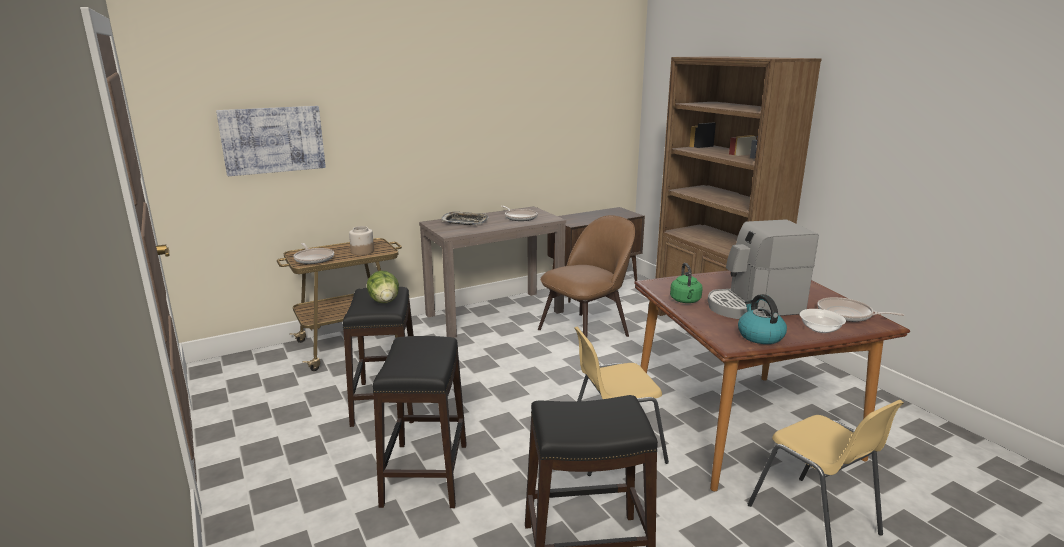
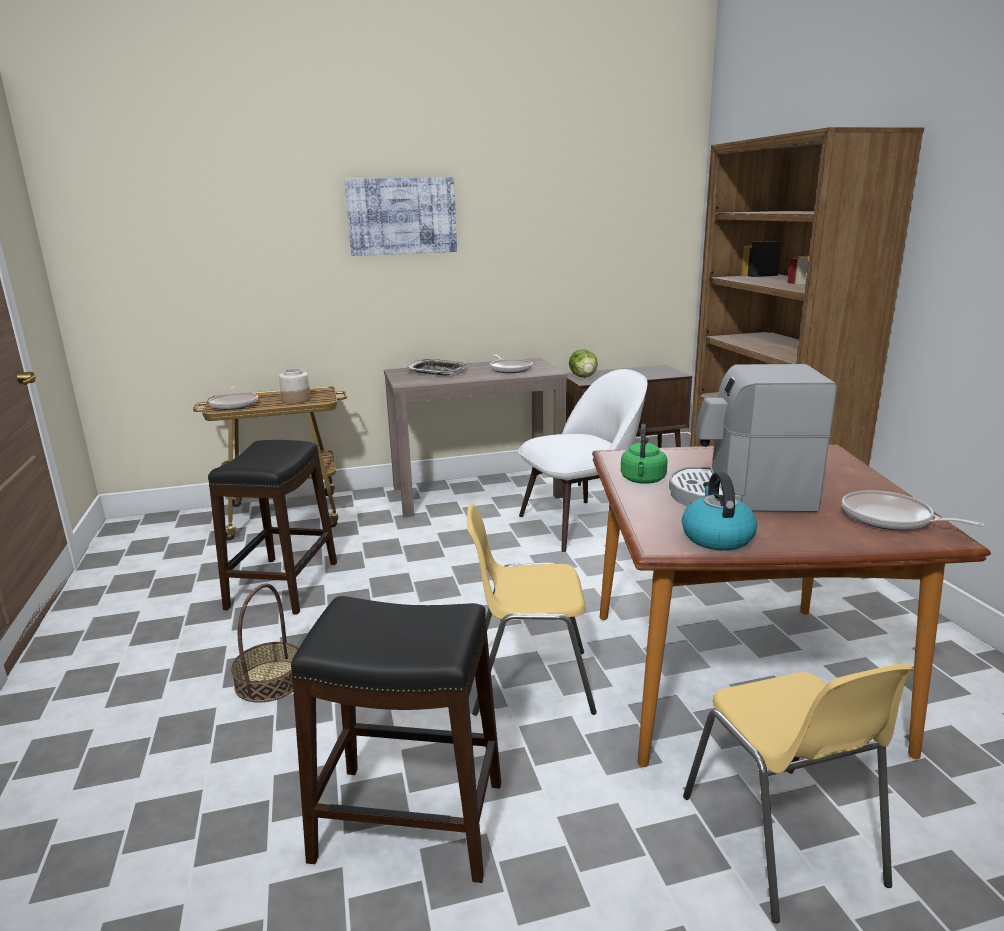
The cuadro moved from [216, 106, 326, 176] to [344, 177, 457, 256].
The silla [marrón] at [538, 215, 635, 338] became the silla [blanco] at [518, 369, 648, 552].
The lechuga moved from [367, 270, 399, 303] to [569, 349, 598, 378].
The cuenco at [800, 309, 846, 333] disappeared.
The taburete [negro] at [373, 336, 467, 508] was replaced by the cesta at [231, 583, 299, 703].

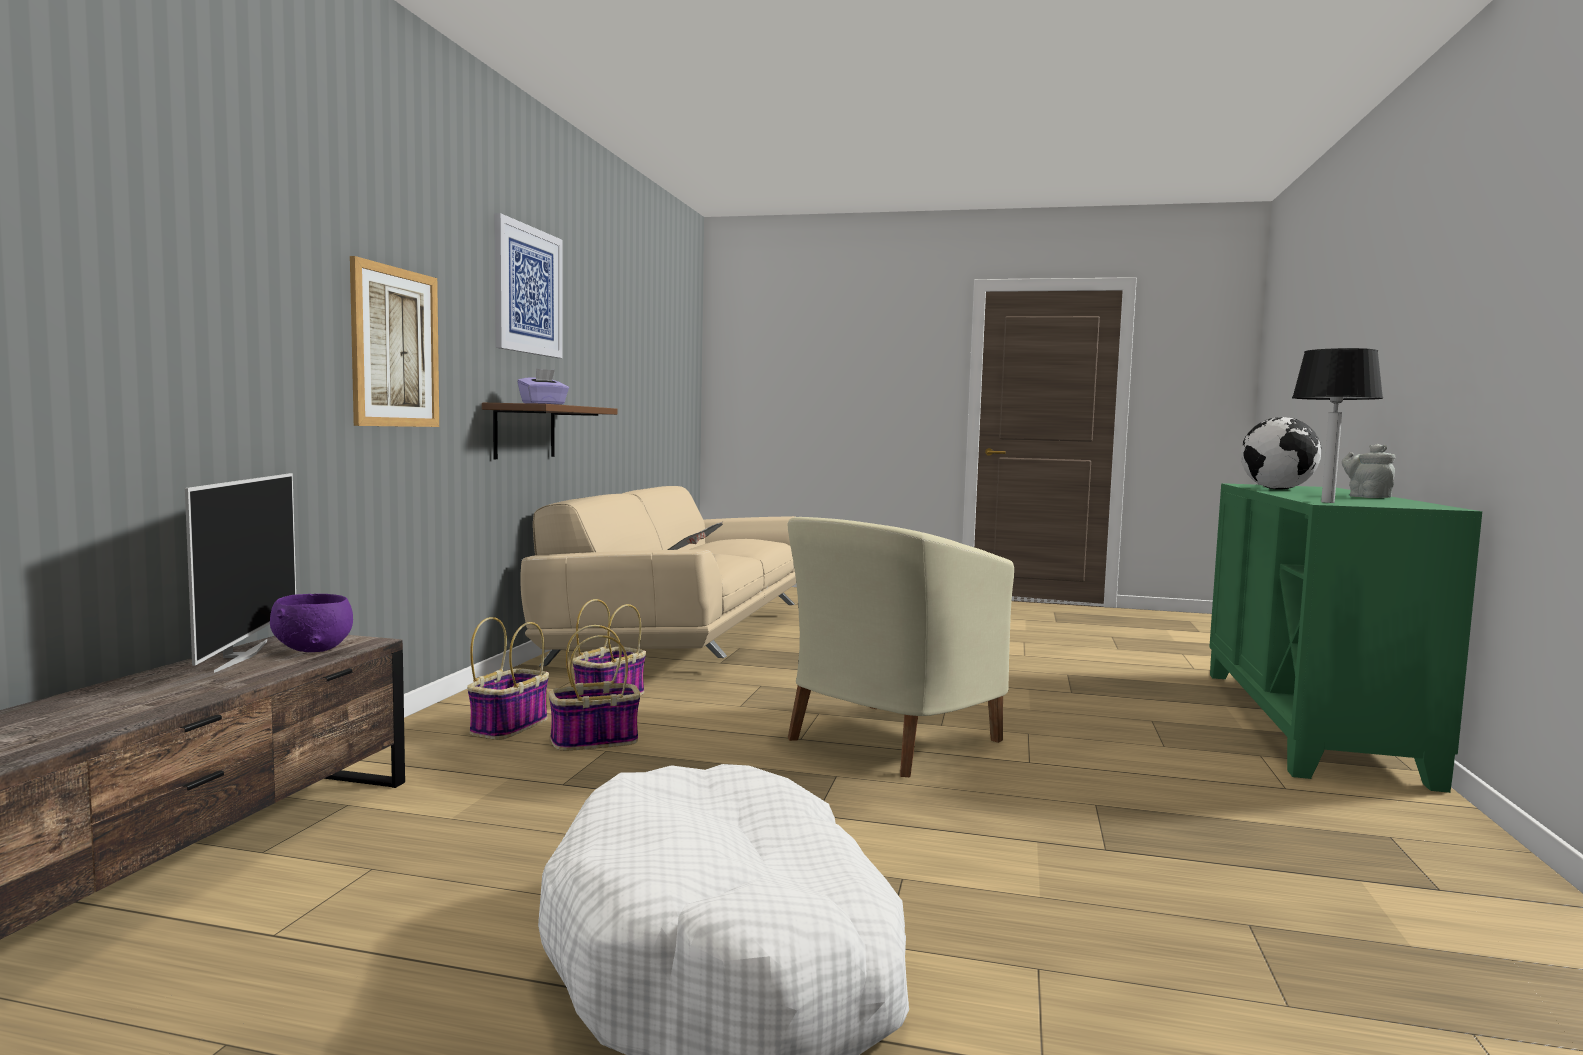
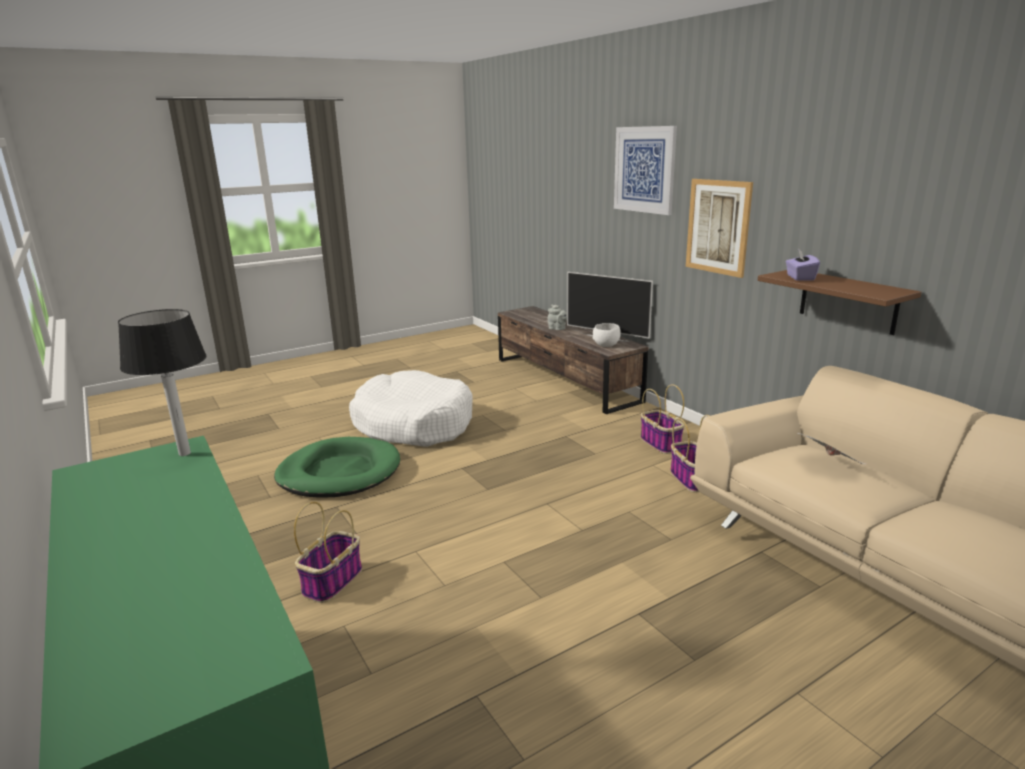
The cuadro moved from [495, 213, 563, 358] to [614, 126, 677, 215].
The globo terráqueo at [1241, 417, 1321, 490] disappeared.
The tetera [gris] moved from [1342, 444, 1395, 498] to [548, 305, 567, 330].
The sillón [beis] at [788, 517, 1014, 777] disappeared.
The cuenco [morado] at [270, 594, 353, 652] became the cuenco [blanco] at [592, 323, 621, 347].
The cesta moved from [548, 625, 641, 751] to [294, 502, 362, 603].
The cama para perro [verde] at [274, 437, 400, 498] appeared.

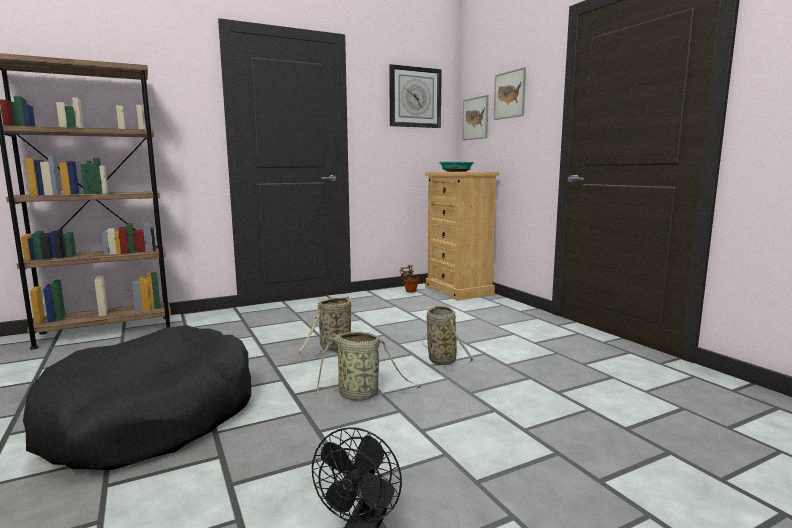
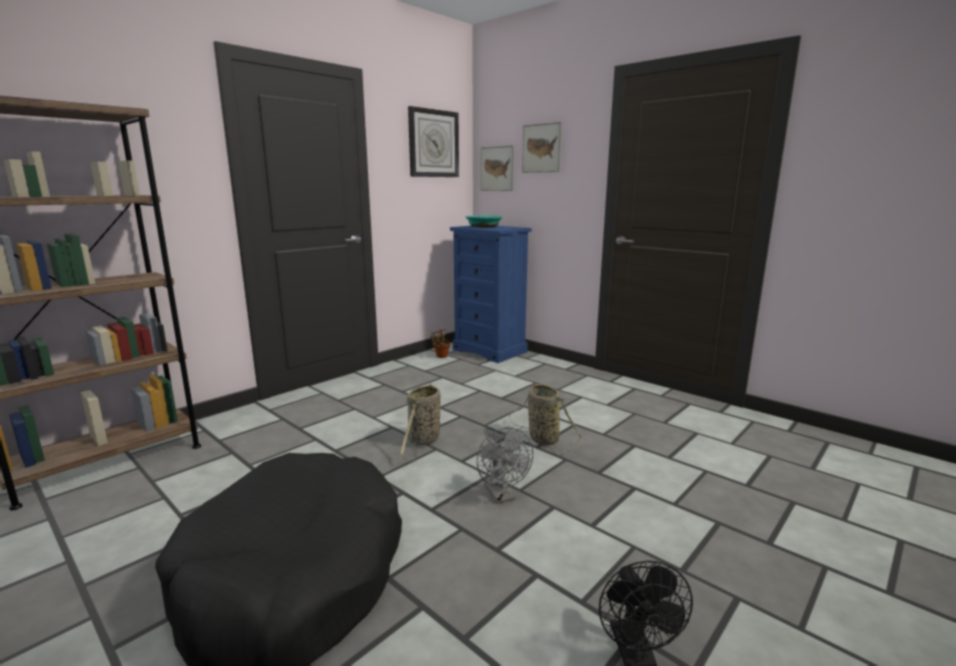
The cómoda [beis] at [425, 172, 499, 301] became the cómoda [azul] at [450, 226, 531, 363].
The cesta at [315, 331, 421, 401] was replaced by the ventilador [gris] at [477, 427, 533, 504].

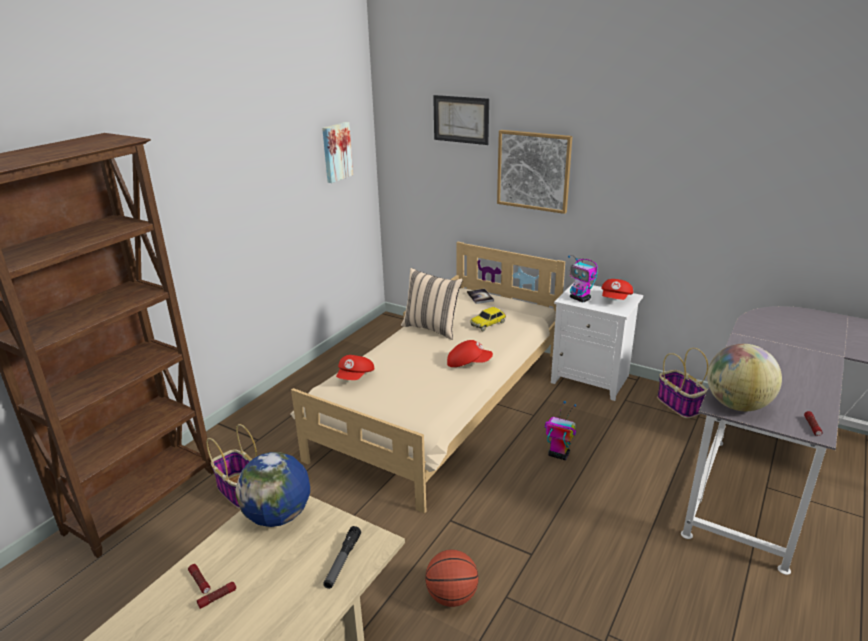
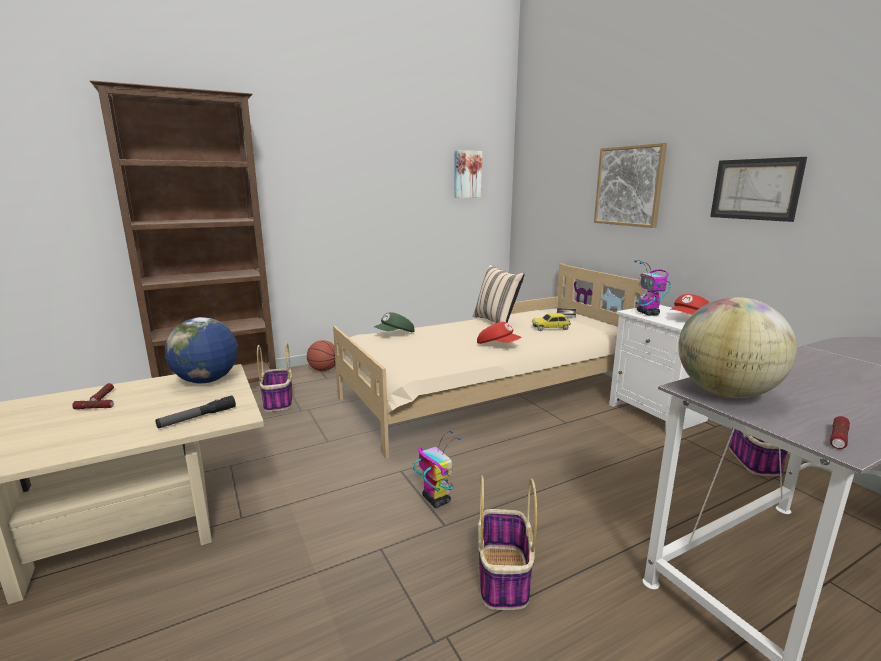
The cuadro moved from [433, 95, 489, 145] to [710, 157, 807, 222].
The gorra [rojo] at [336, 355, 375, 380] became the gorra [verde] at [374, 312, 414, 332].
The robot de juguete moved from [545, 401, 576, 460] to [413, 430, 461, 508].
The balón de baloncesto moved from [425, 550, 478, 607] to [307, 340, 336, 371].
The cesta at [478, 476, 537, 610] appeared.

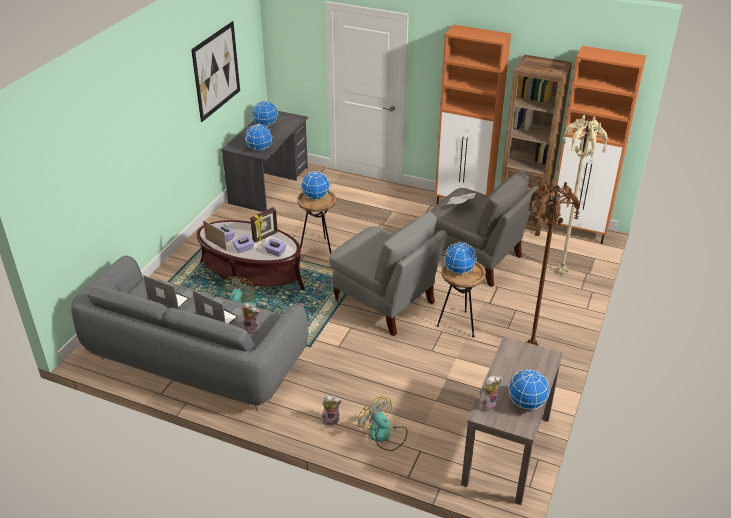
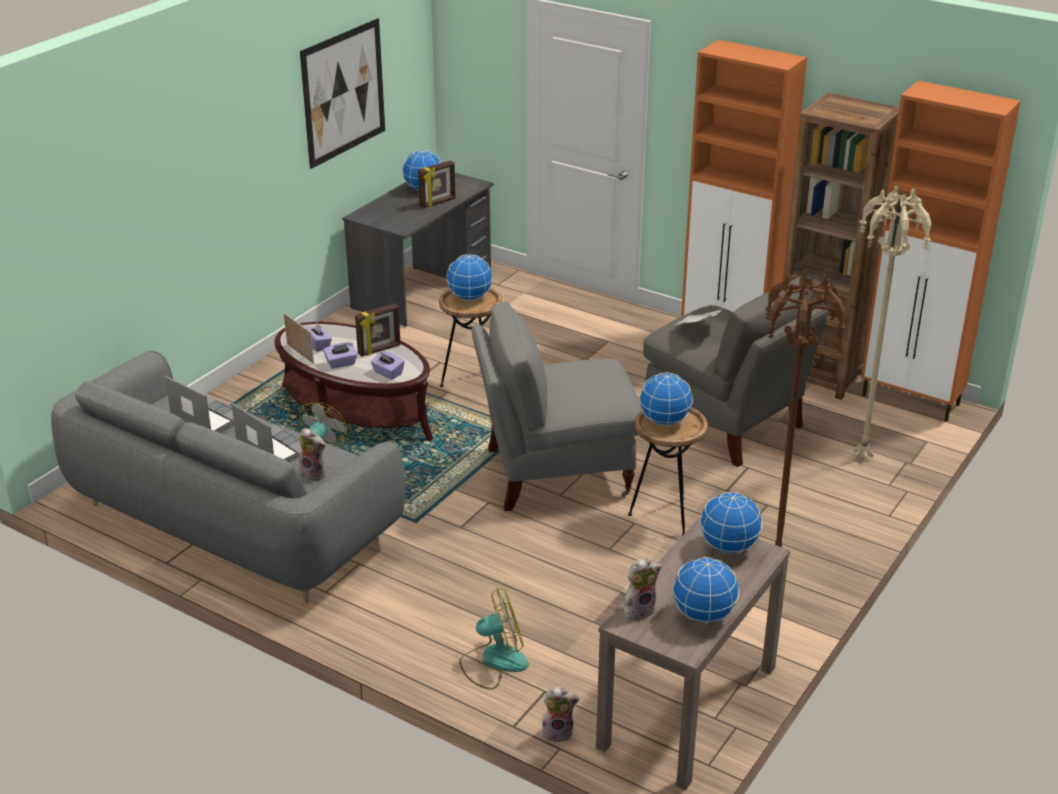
The globo terráqueo moved from [245, 124, 272, 151] to [700, 492, 763, 554].
The sillón [gris] at [329, 211, 447, 336] turned 120 degrees clockwise.
The peluche moved from [322, 395, 342, 426] to [541, 687, 579, 742].
The ventilador at [358, 397, 407, 451] turned 105 degrees clockwise.
The portarretratos at [418, 160, 456, 208] appeared.

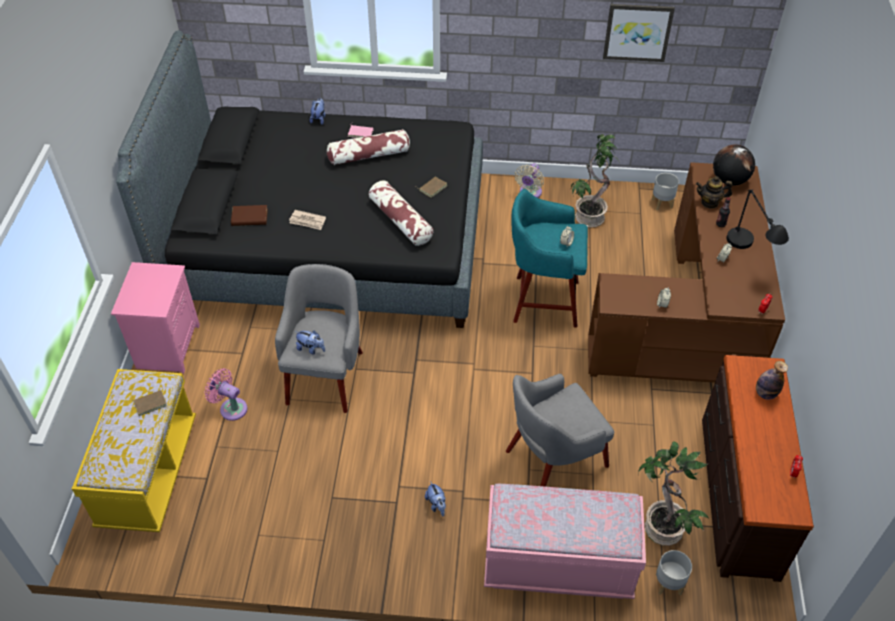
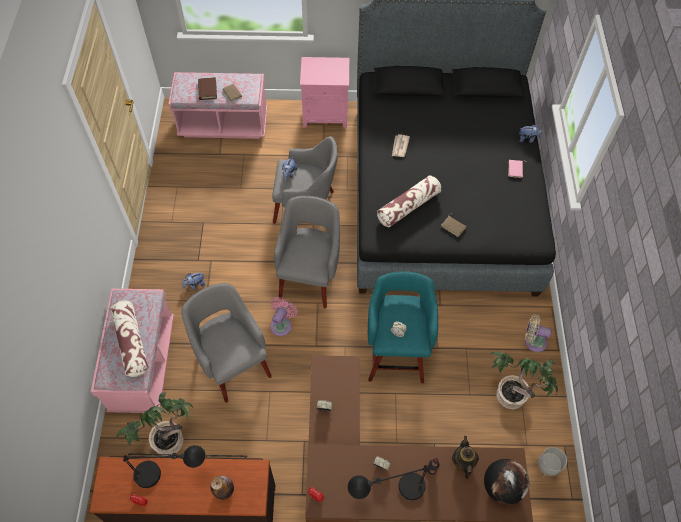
The cuadro at [603, 4, 675, 62] disappeared.
The cojín moved from [327, 129, 410, 165] to [110, 301, 149, 377].
The libro [marrón] moved from [231, 205, 268, 226] to [198, 77, 217, 100].
The ventilador [rosa] moved from [205, 368, 248, 421] to [270, 297, 298, 336].
The banco [amarillo] at [72, 369, 196, 532] became the banco [rosa] at [169, 72, 267, 139].
The maceta [gris] at [656, 550, 692, 595] disappeared.
The sillón [gris] at [274, 196, 340, 308] appeared.
The lámpara de mesa [negro] at [123, 445, 205, 488] appeared.

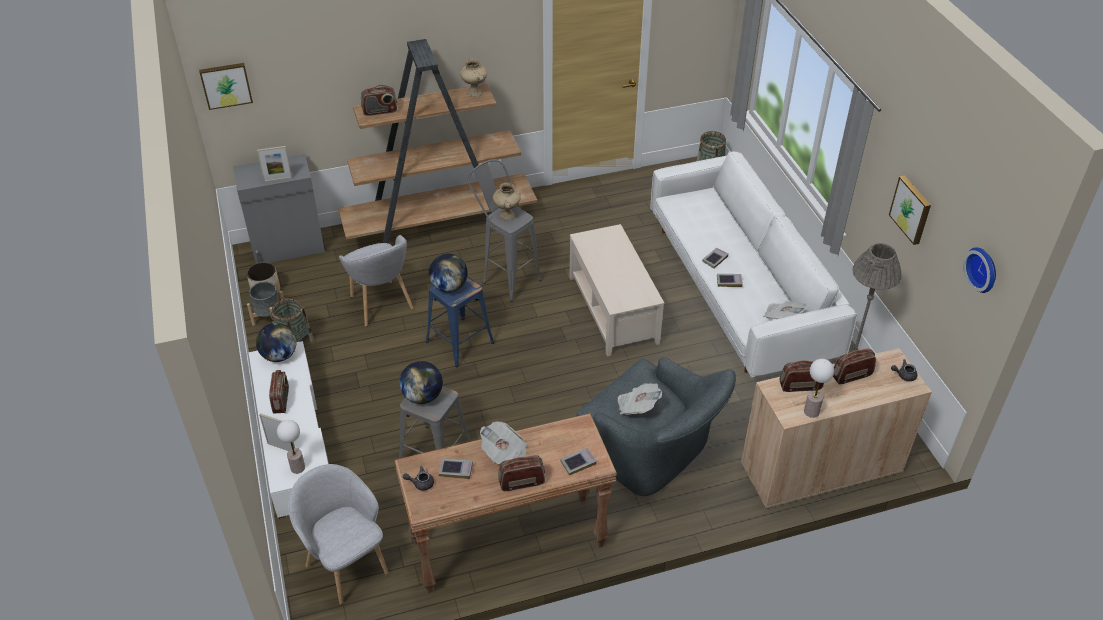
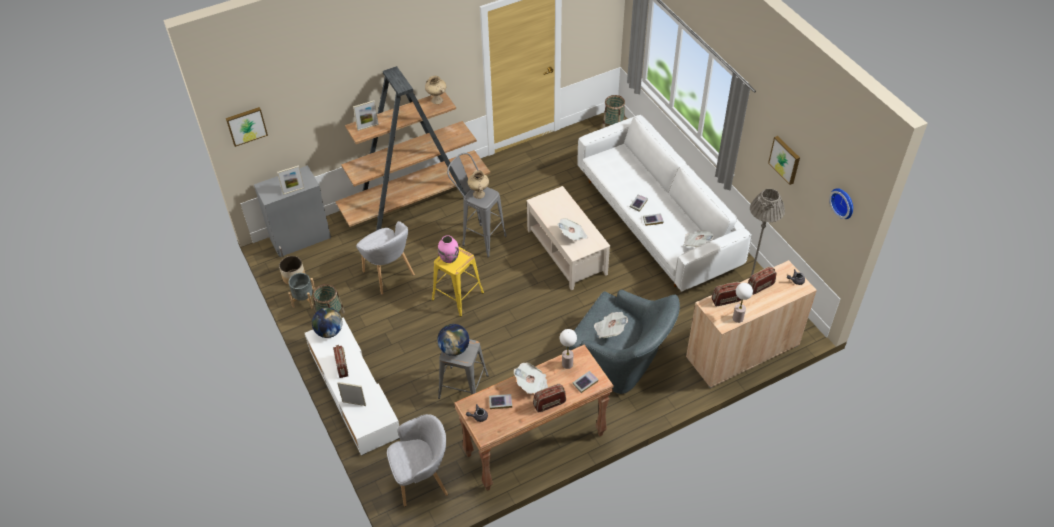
The radio at [361, 85, 397, 116] was replaced by the portarretratos at [353, 100, 379, 131].
The globo terráqueo at [429, 254, 468, 292] was replaced by the florero [rosa] at [438, 235, 459, 263].
The taburete [azul] at [426, 276, 494, 367] became the taburete [amarillo] at [432, 246, 484, 317].
The lámpara de mesa moved from [277, 420, 305, 474] to [560, 329, 577, 369].
The sillón [gris] at [288, 464, 389, 605] turned 120 degrees clockwise.
The periódico at [557, 218, 588, 241] appeared.

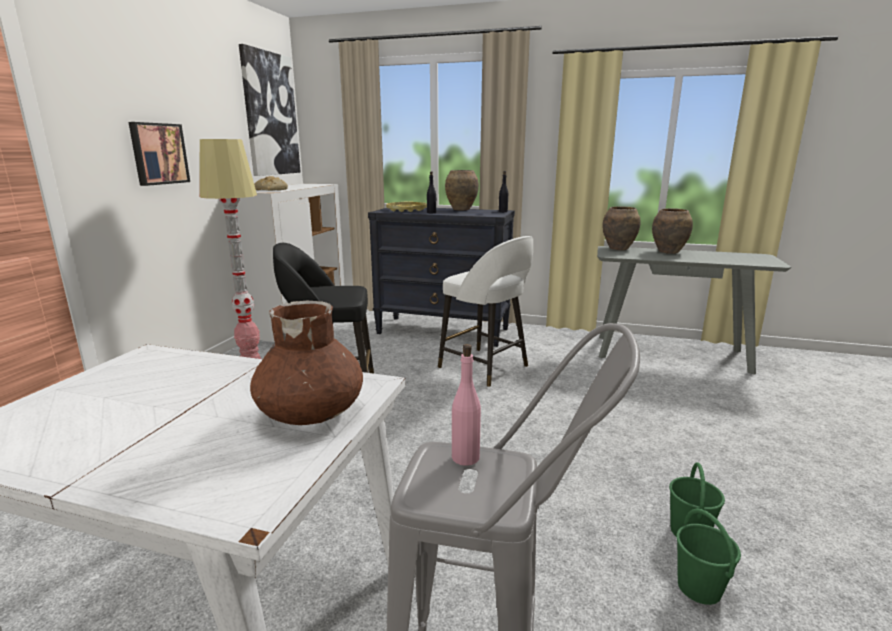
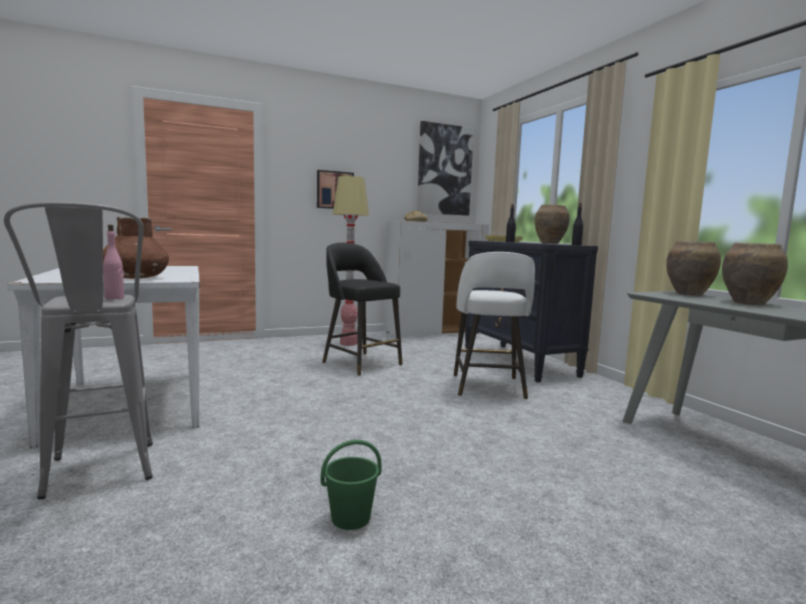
The cubo [verde] at [676, 509, 741, 605] disappeared.

